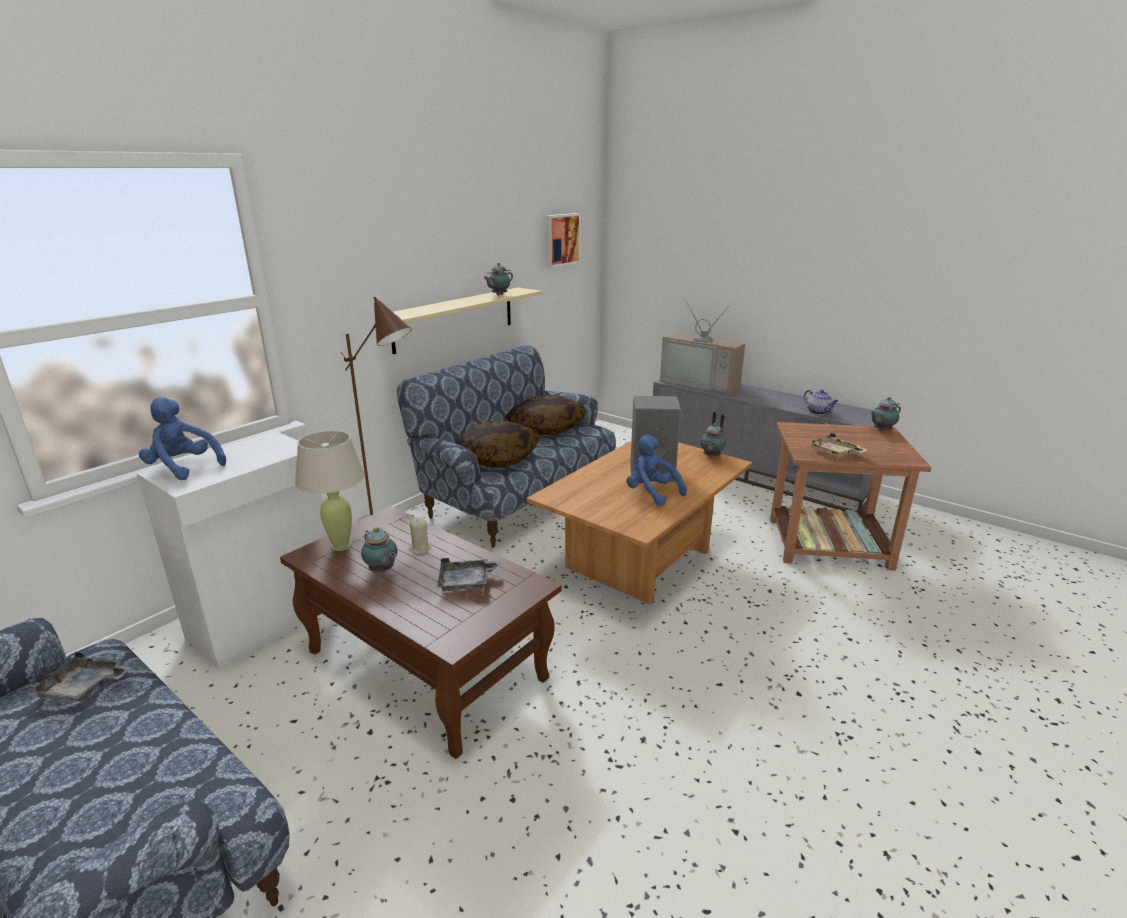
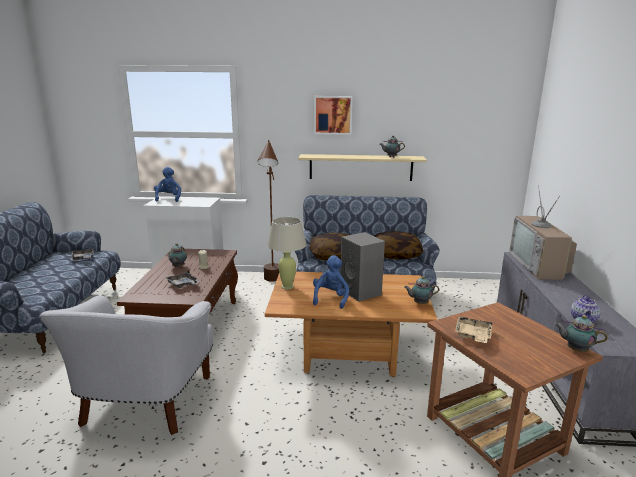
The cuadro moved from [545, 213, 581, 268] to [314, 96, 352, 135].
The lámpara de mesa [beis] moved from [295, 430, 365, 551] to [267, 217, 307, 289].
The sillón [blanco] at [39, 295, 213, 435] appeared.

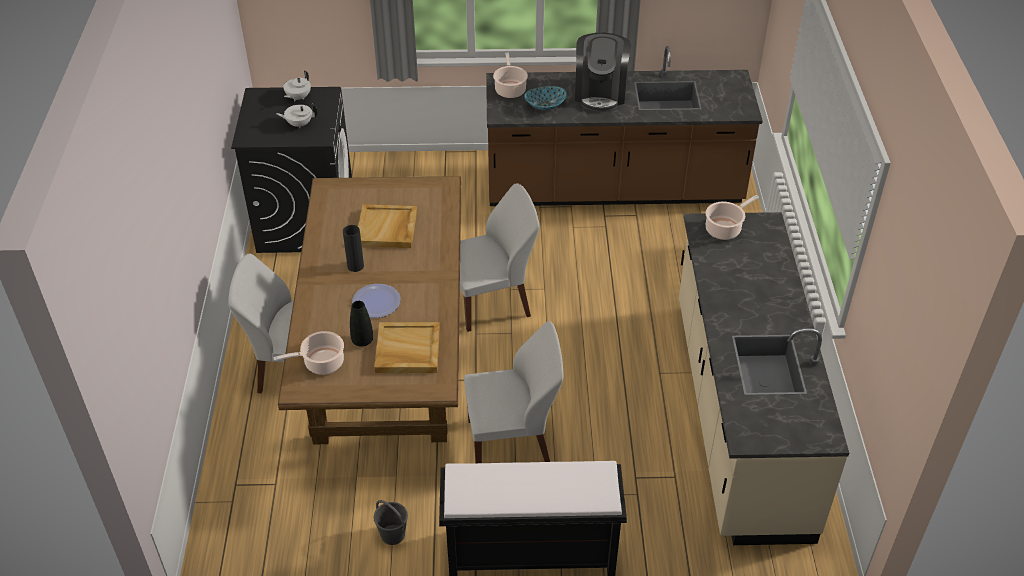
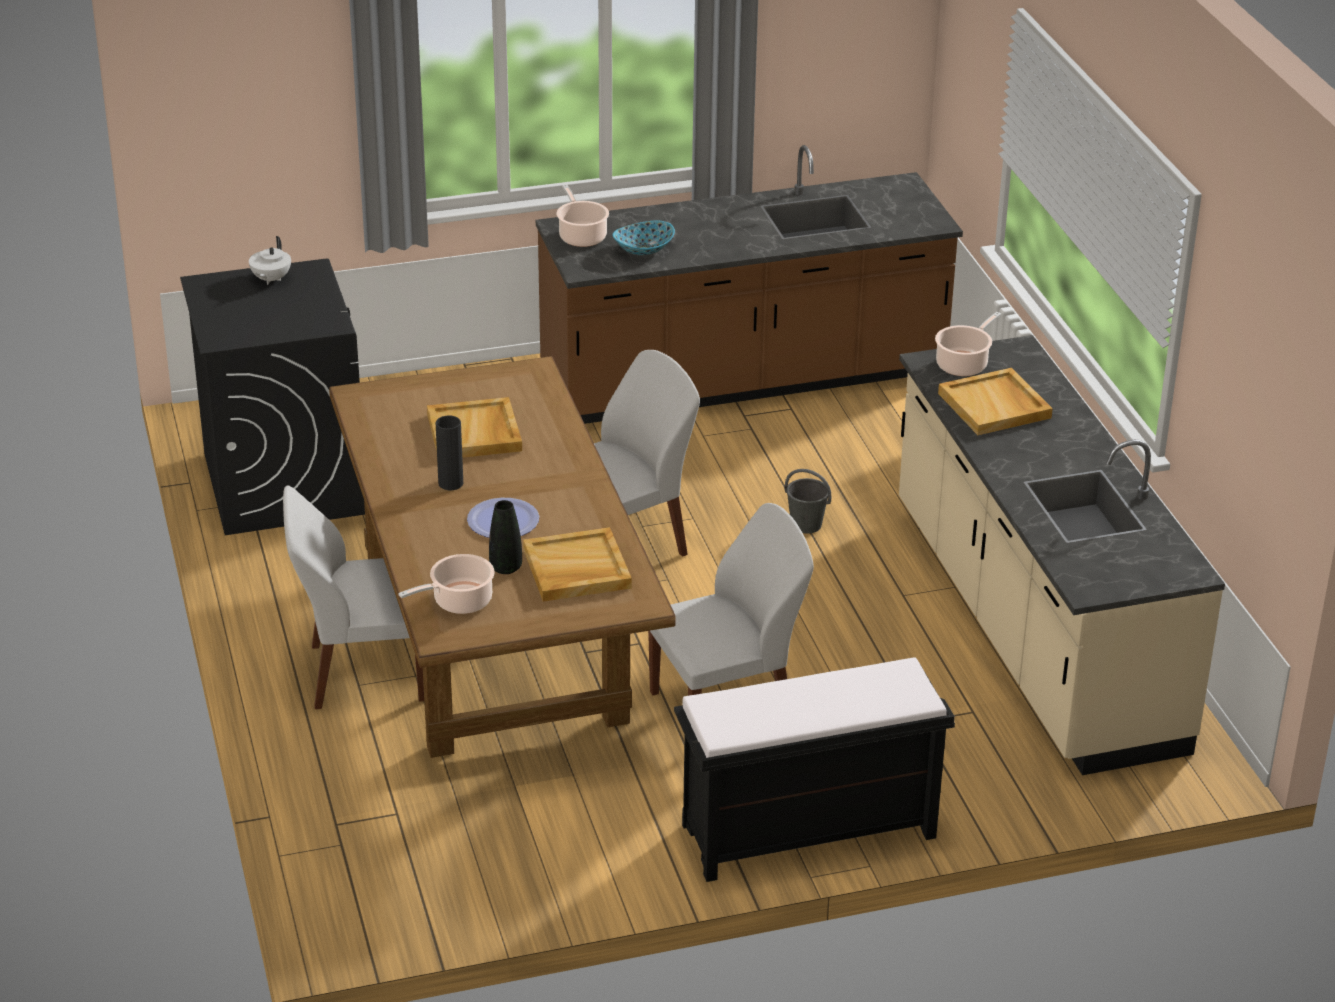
The cafetera at [575, 33, 631, 112] disappeared.
The tetera [blanco] at [276, 104, 318, 129] disappeared.
The cubo [gris] moved from [373, 500, 408, 545] to [785, 469, 831, 534].
The bandeja [beis] at [938, 368, 1053, 435] appeared.

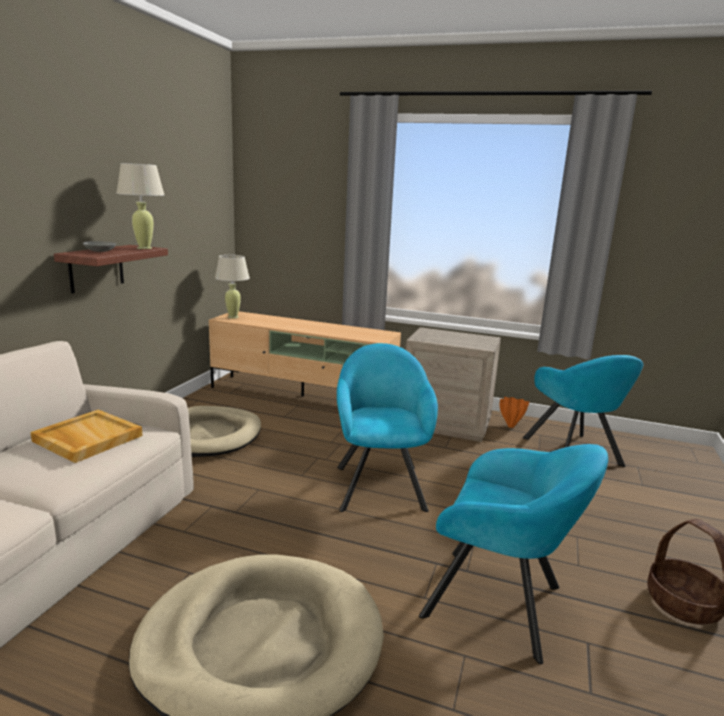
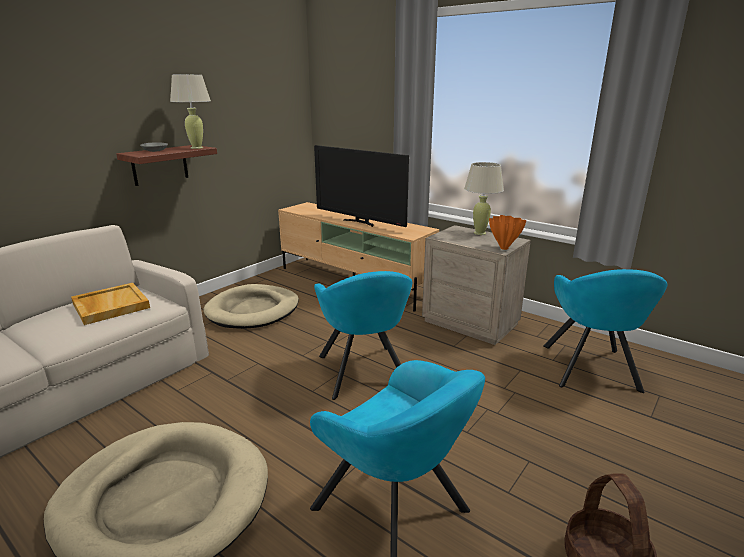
The lámpara de mesa [beis] moved from [215, 255, 250, 319] to [464, 162, 504, 235].
The sillón [turquesa] at [337, 343, 438, 512] turned 150 degrees clockwise.
The florero [naranja] moved from [499, 397, 529, 428] to [489, 215, 526, 250].
The televisor at [314, 145, 409, 227] appeared.

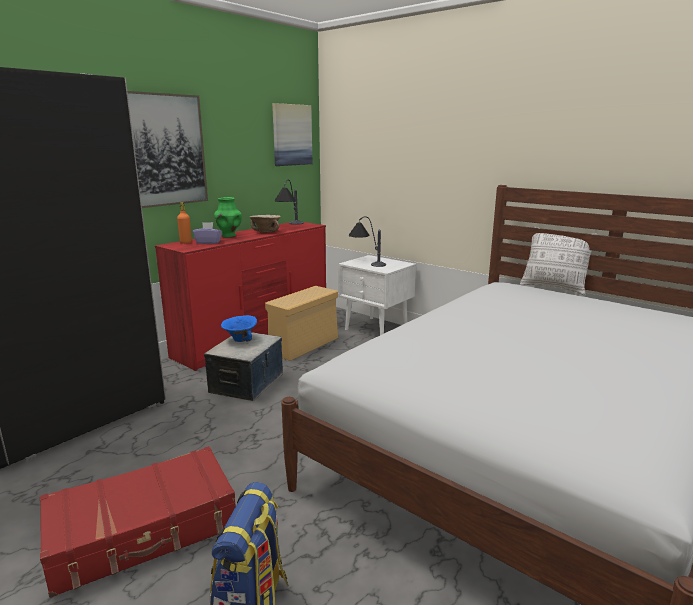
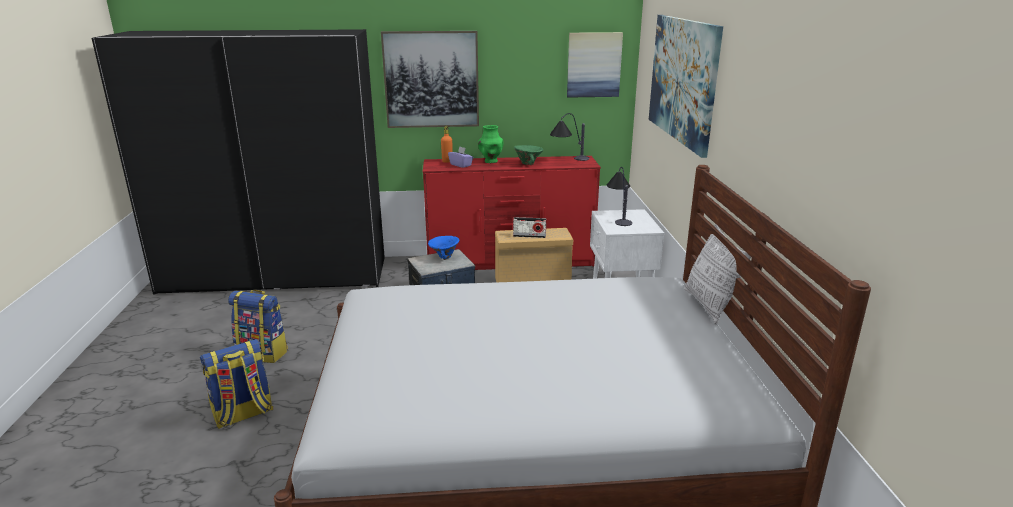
The cuenco [beis] at [250, 215, 281, 233] became the cuenco [verde] at [514, 145, 543, 165].
The maleta [rojo] at [40, 446, 236, 598] was replaced by the mochila at [228, 290, 288, 363].
The cuadro at [649, 15, 723, 158] appeared.
The radio at [513, 217, 546, 238] appeared.

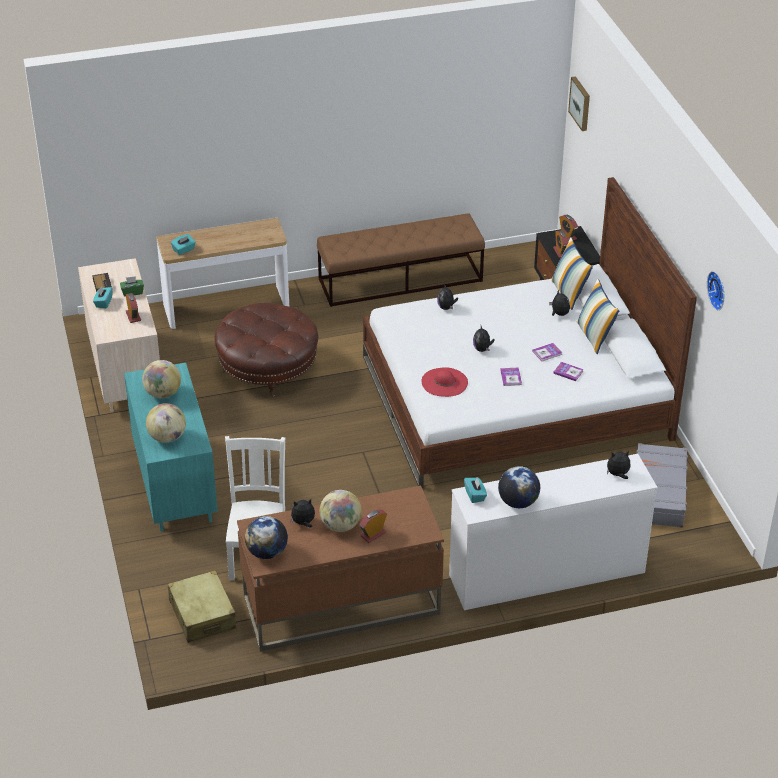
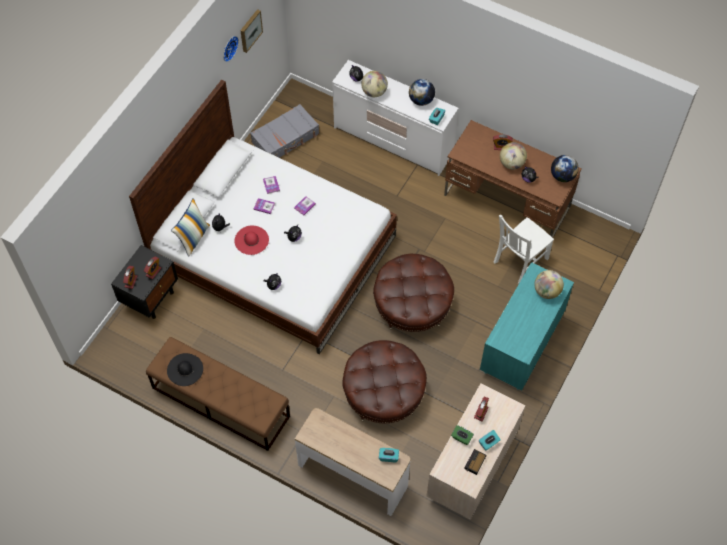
The cuadro moved from [568, 76, 590, 131] to [240, 9, 263, 53].
The cojín at [577, 279, 619, 354] disappeared.
The globo terráqueo moved from [142, 360, 181, 398] to [361, 71, 388, 97].
The sombrero [rojo] moved from [422, 367, 468, 397] to [235, 226, 269, 255].
The maleta [beis] at [168, 570, 236, 643] disappeared.
The puf [marrón] at [373, 254, 454, 332] appeared.
The sombrero [negro] at [167, 353, 203, 386] appeared.

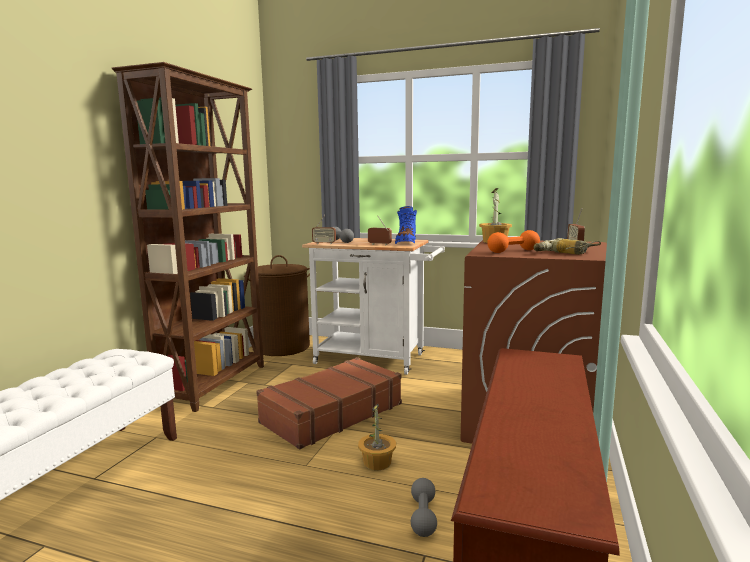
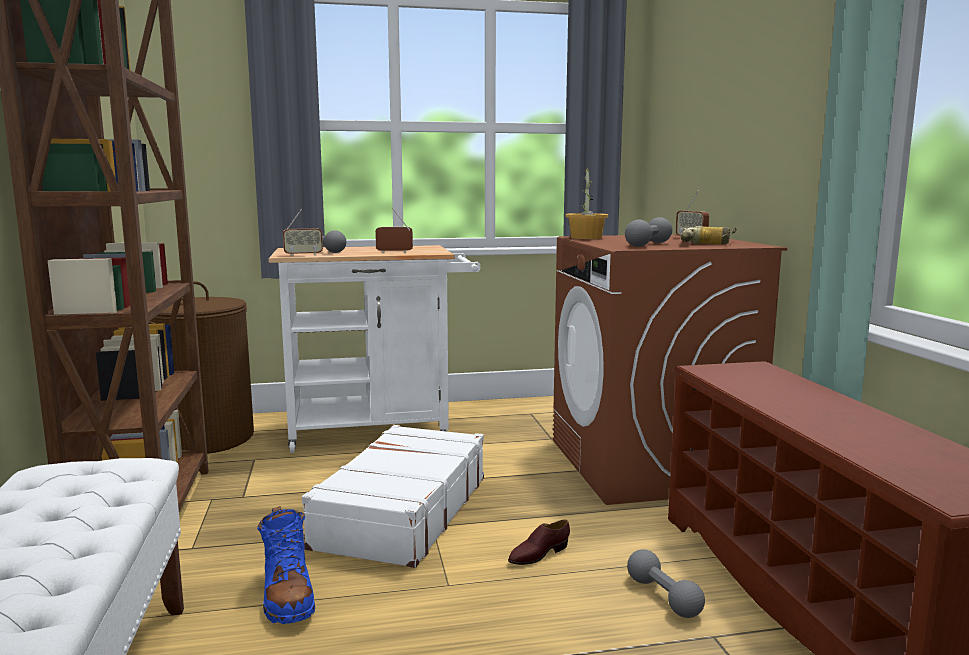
The bota [azul] moved from [395, 206, 417, 244] to [257, 506, 315, 624].
The mancuerna [naranja] at [487, 230, 540, 253] became the mancuerna [gris] at [625, 217, 672, 247].
The maleta [marrón] at [256, 357, 402, 450] became the maleta [blanco] at [302, 425, 484, 568].
The planta en maceta at [358, 403, 396, 470] was replaced by the zapato [marrón] at [508, 519, 570, 565].

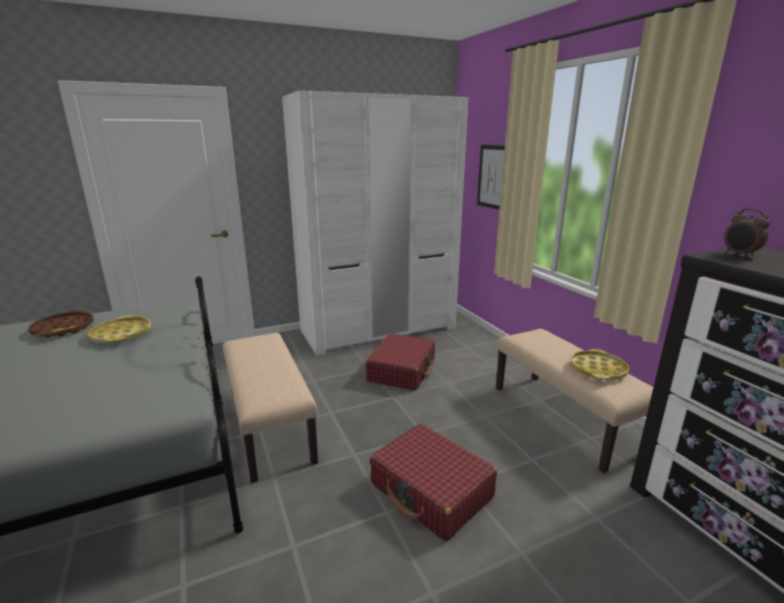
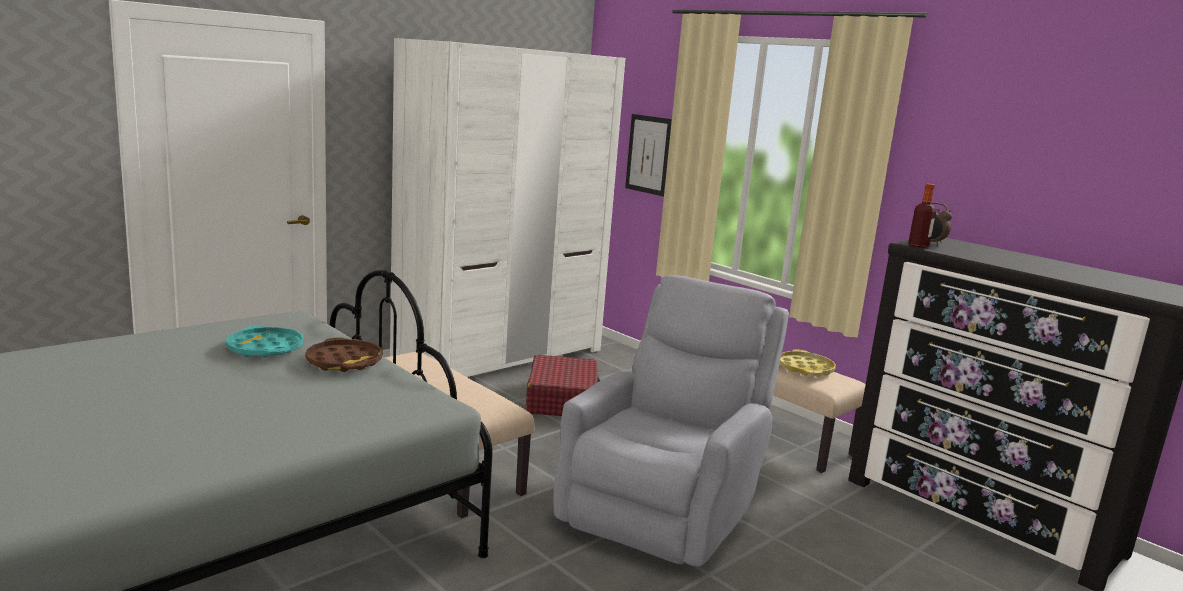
The bandeja [marrón] moved from [28, 310, 94, 338] to [305, 337, 383, 372].
The bandeja [amarillo] at [88, 315, 152, 343] became the bandeja [turquesa] at [226, 326, 303, 357].
The maleta [rojo] at [370, 424, 497, 541] was replaced by the sillón [gris] at [554, 275, 789, 566].
The botella at [908, 184, 936, 248] appeared.

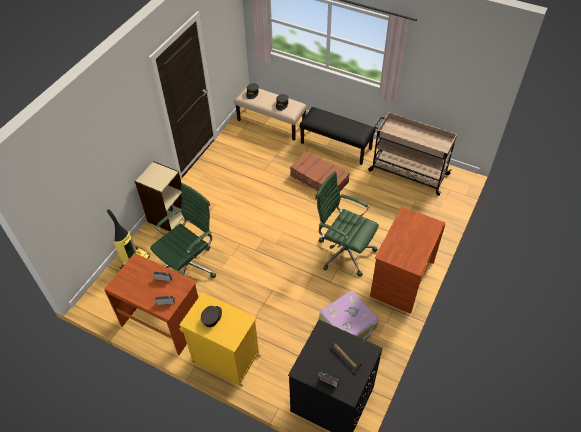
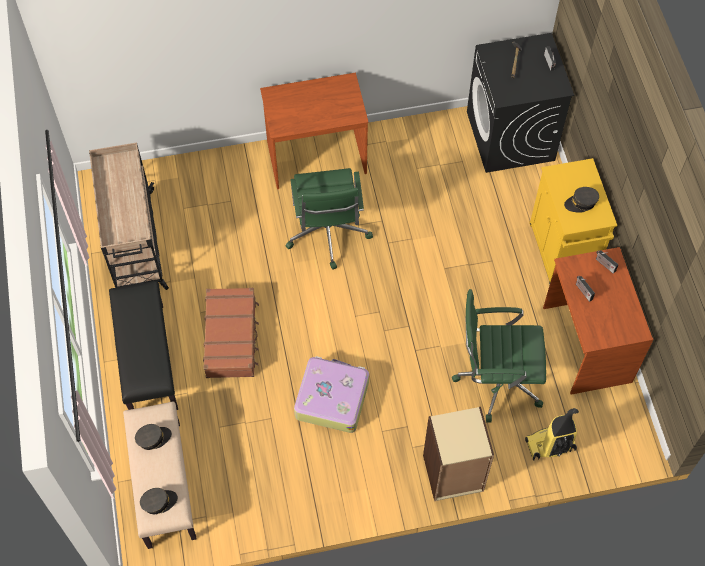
The maleta moved from [319, 291, 379, 340] to [294, 356, 369, 433].

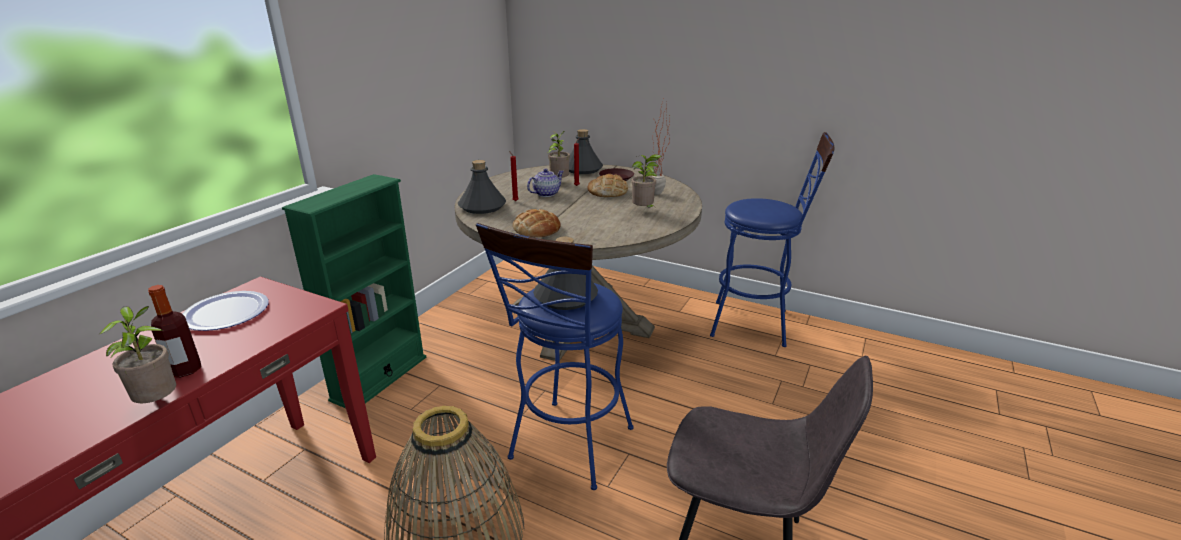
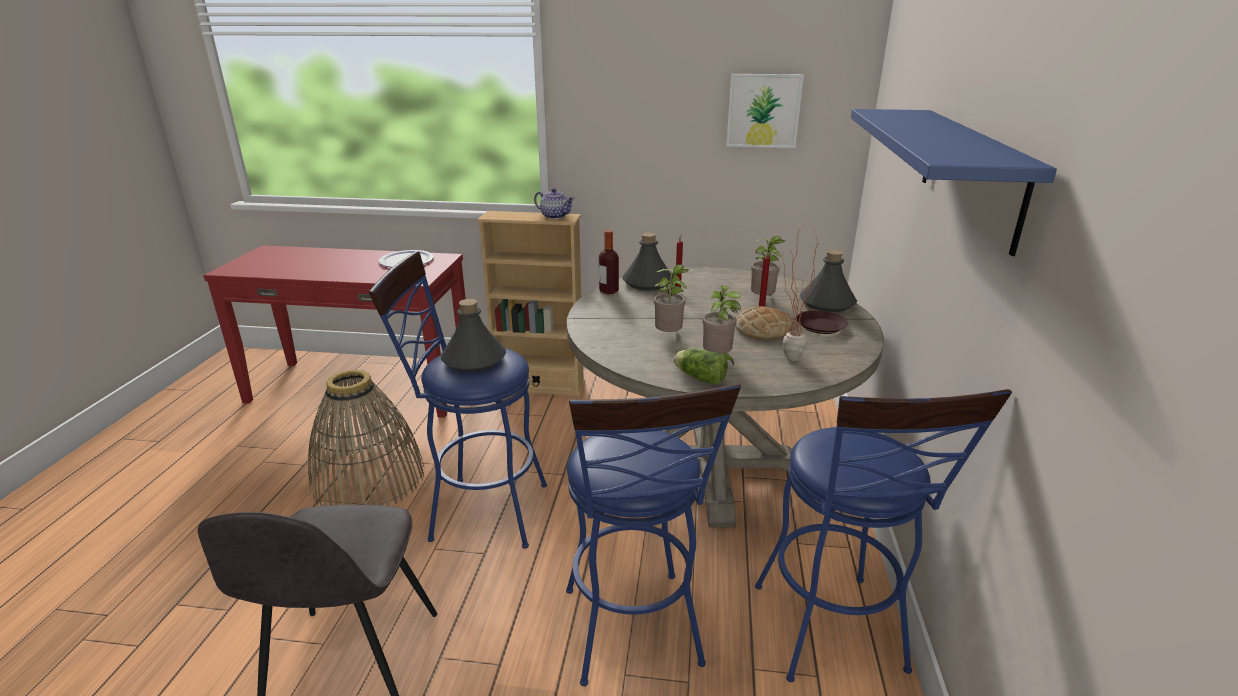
The tetera moved from [527, 168, 564, 197] to [534, 188, 575, 219].
The estantería [verde] at [282, 174, 426, 408] became the estantería [beis] at [477, 211, 585, 396].
The pan at [513, 209, 561, 237] disappeared.
The botella moved from [148, 285, 201, 378] to [599, 230, 619, 294].
The planta en maceta moved from [100, 306, 177, 403] to [654, 264, 689, 332].
The cuadro at [726, 74, 804, 148] appeared.
The estante [azul] at [851, 109, 1057, 256] appeared.
The lechuga at [674, 348, 728, 385] appeared.
The taburete [azul] at [566, 384, 741, 686] appeared.

